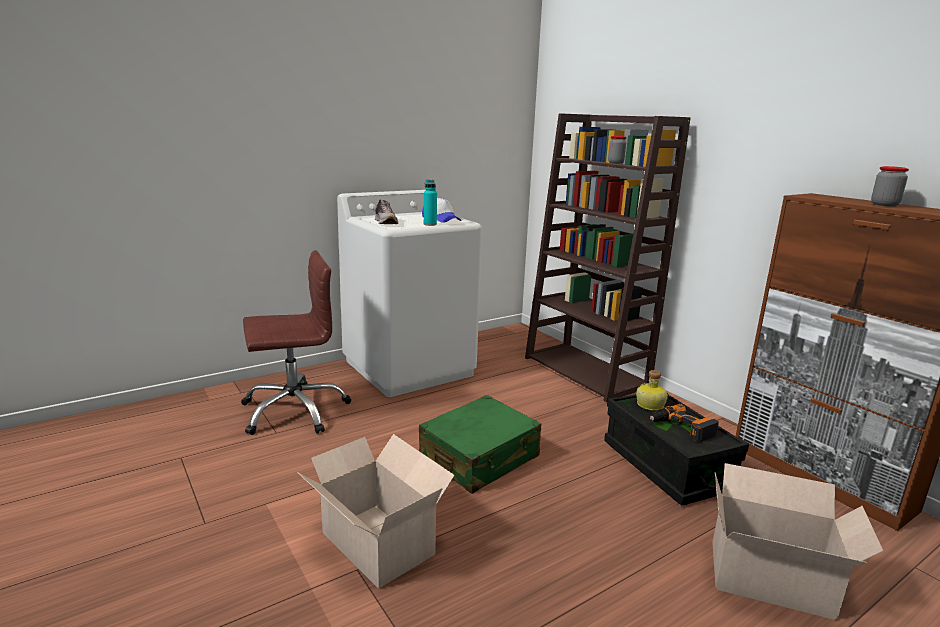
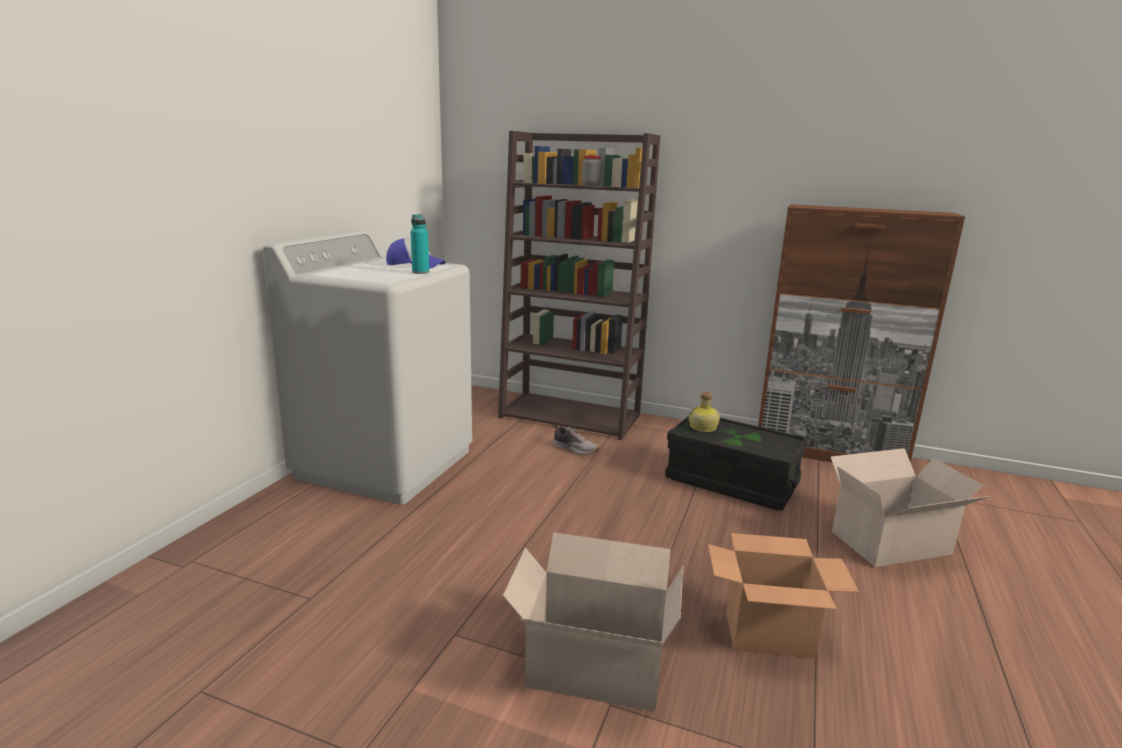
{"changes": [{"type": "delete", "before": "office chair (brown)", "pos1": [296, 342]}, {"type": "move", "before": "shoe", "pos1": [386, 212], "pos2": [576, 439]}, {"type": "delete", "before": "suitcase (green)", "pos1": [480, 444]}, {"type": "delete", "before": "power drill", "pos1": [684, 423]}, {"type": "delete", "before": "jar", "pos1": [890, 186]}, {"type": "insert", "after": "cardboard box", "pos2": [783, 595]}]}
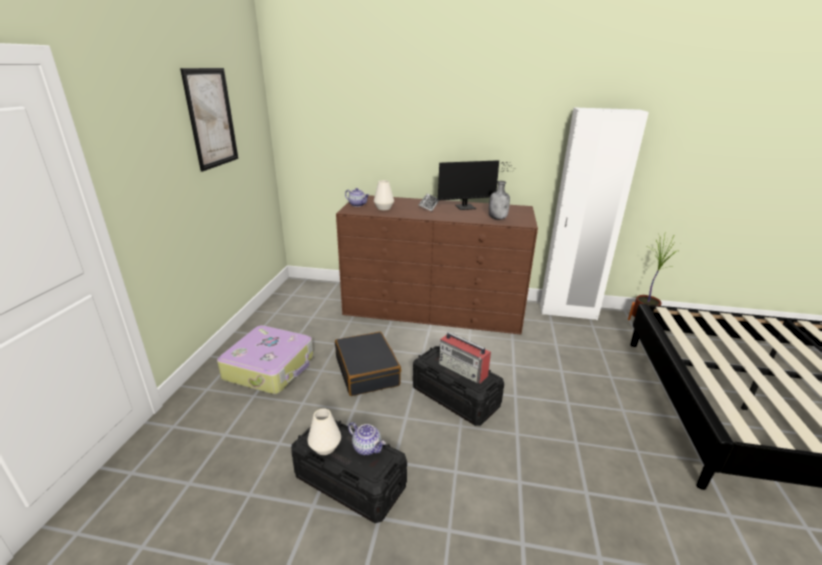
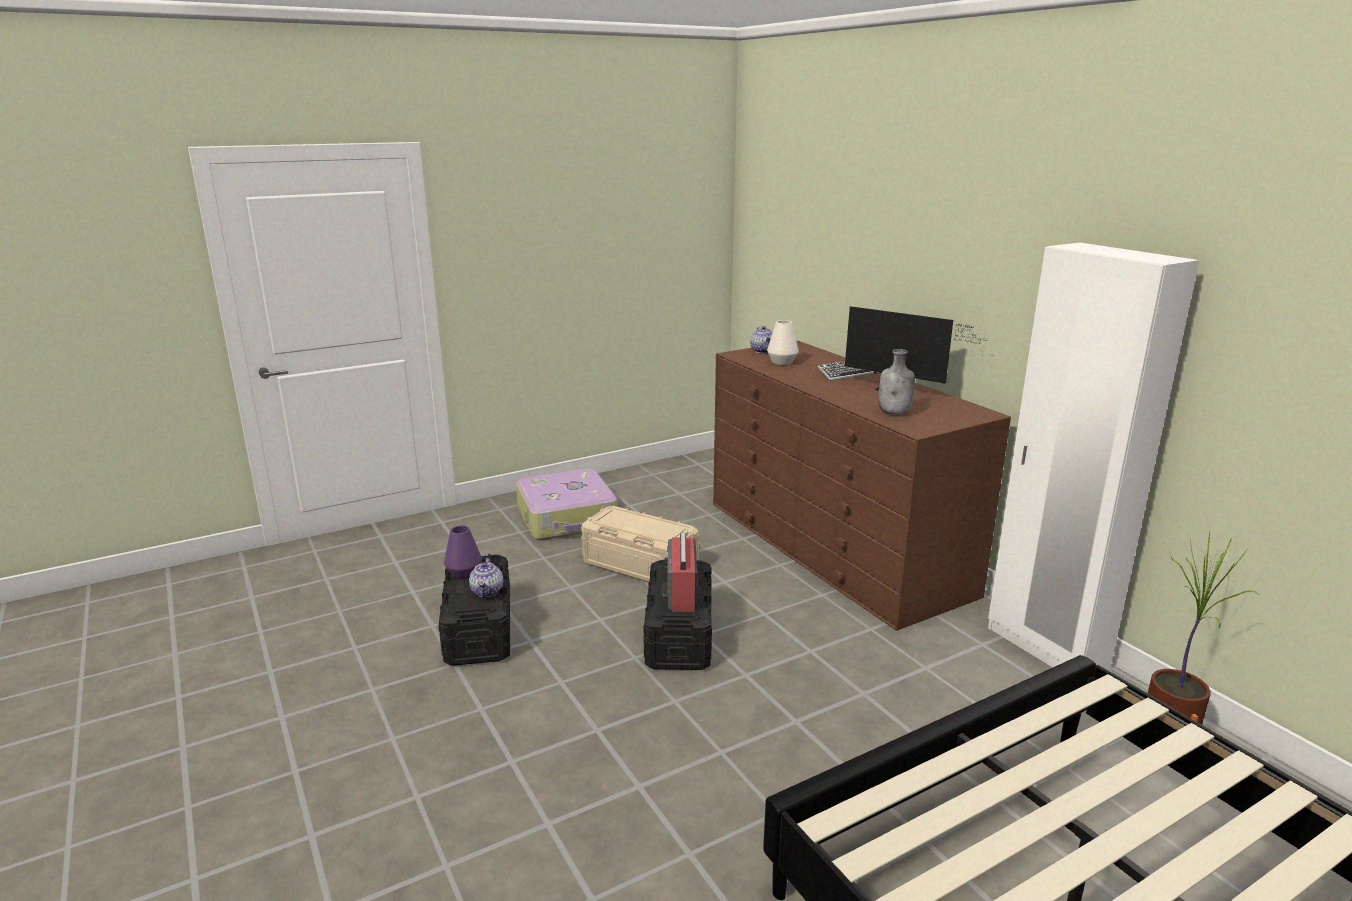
{"changes": [{"type": "delete", "before": "picture", "pos1": [209, 120]}, {"type": "recolor", "before": "vase (white)", "after": "vase (purple)", "pos1": [324, 431], "pos2": [463, 552]}, {"type": "replace", "before": "suitcase (black)", "after": "storage box (beige)", "pos1": [368, 364], "pos2": [640, 544]}]}
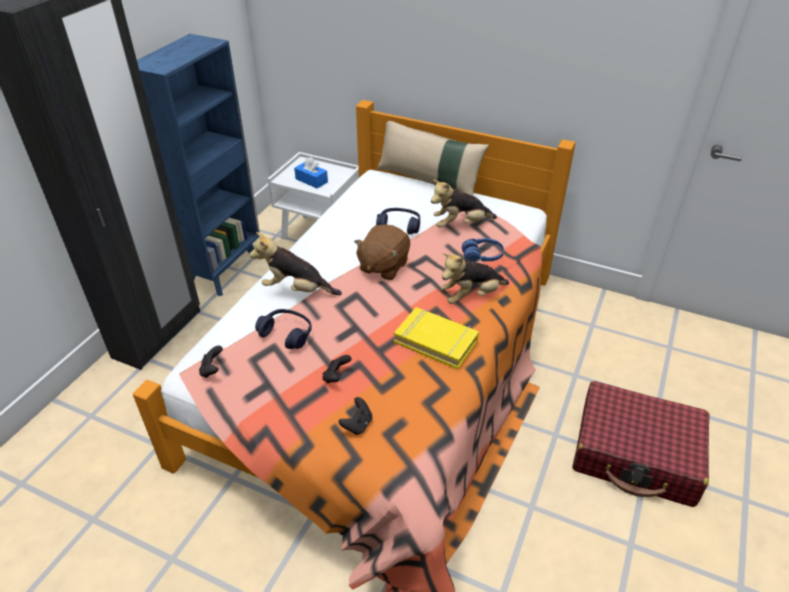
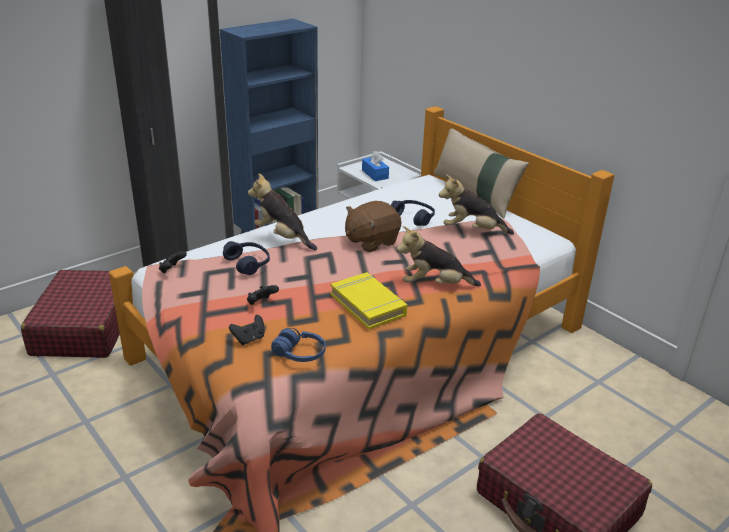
{"changes": [{"type": "move", "before": "headphones (blue)", "pos1": [483, 250], "pos2": [298, 345]}, {"type": "insert", "after": "suitcase (red)", "pos2": [70, 314]}]}
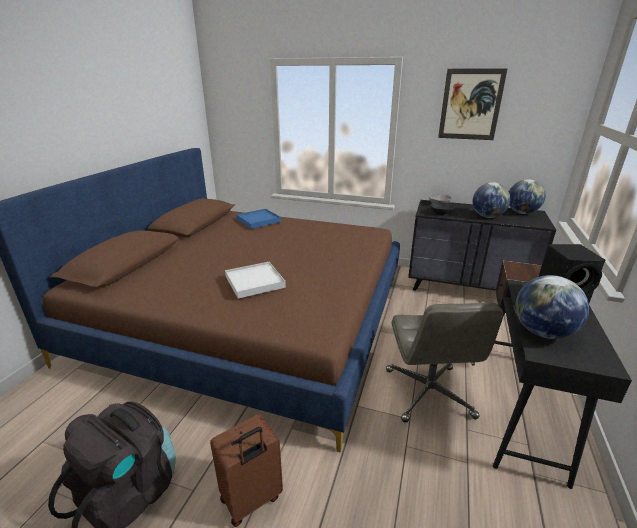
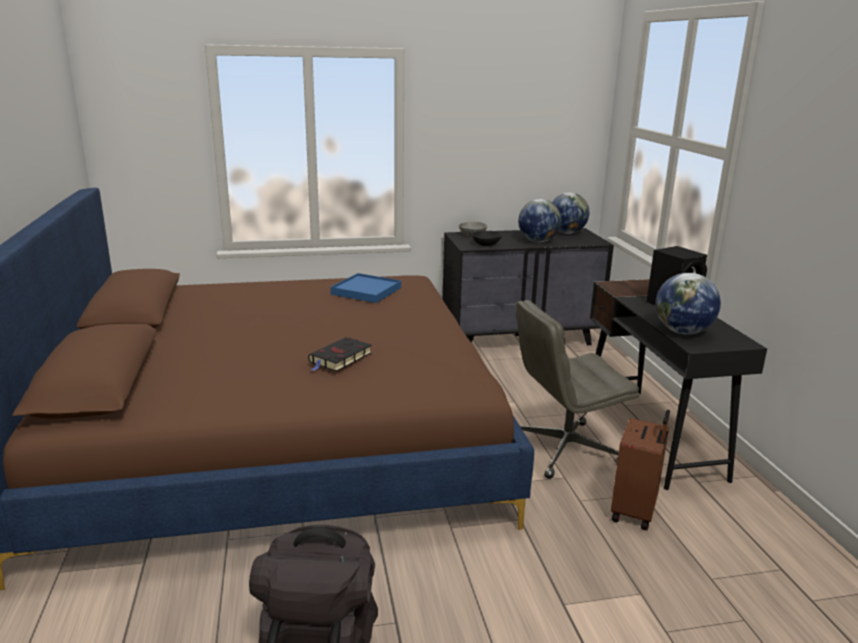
{"changes": [{"type": "move", "before": "suitcase (brown)", "pos1": [246, 470], "pos2": [640, 470]}, {"type": "replace", "before": "tray (white)", "after": "book (black)", "pos1": [255, 280], "pos2": [340, 354]}, {"type": "move", "before": "tray (blue)", "pos1": [258, 219], "pos2": [366, 288]}, {"type": "rotate", "before": "office chair (grey)", "pos1": [444, 363], "pos2": [577, 389], "turn": 105}, {"type": "delete", "before": "picture", "pos1": [473, 104]}]}
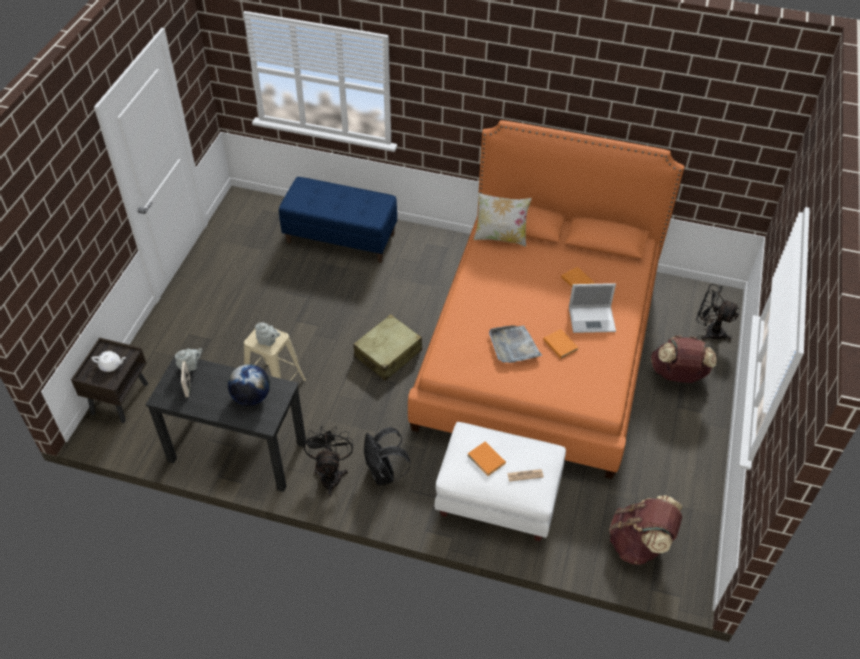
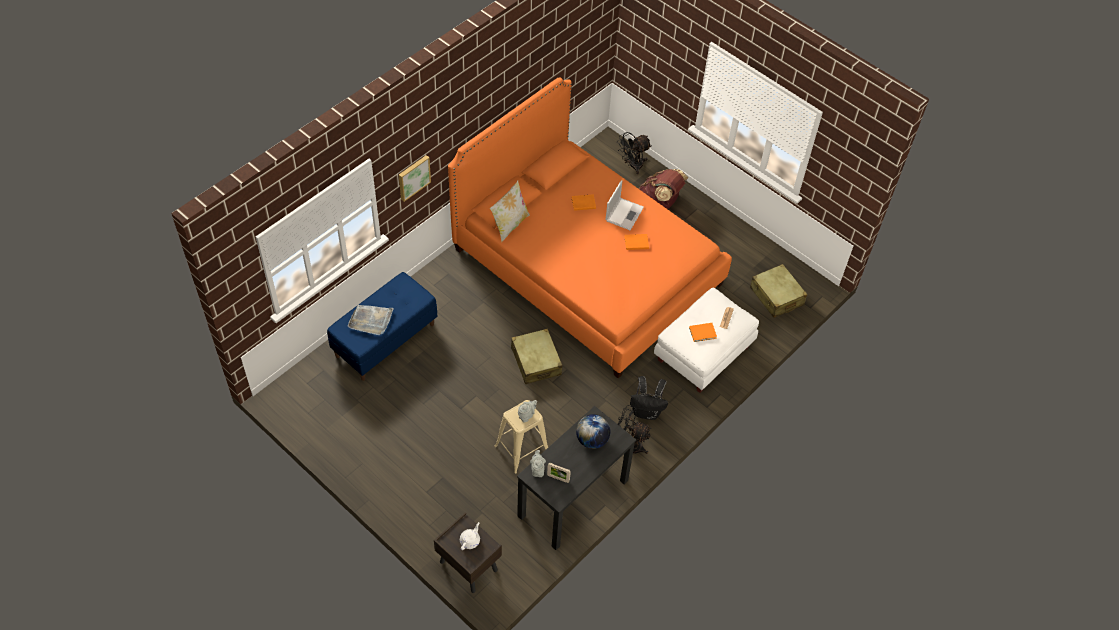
{"changes": [{"type": "move", "before": "tray (grey)", "pos1": [515, 344], "pos2": [371, 320]}, {"type": "replace", "before": "backpack (brown)", "after": "suitcase (beige)", "pos1": [645, 530], "pos2": [778, 291]}, {"type": "insert", "after": "picture", "pos2": [415, 178]}]}
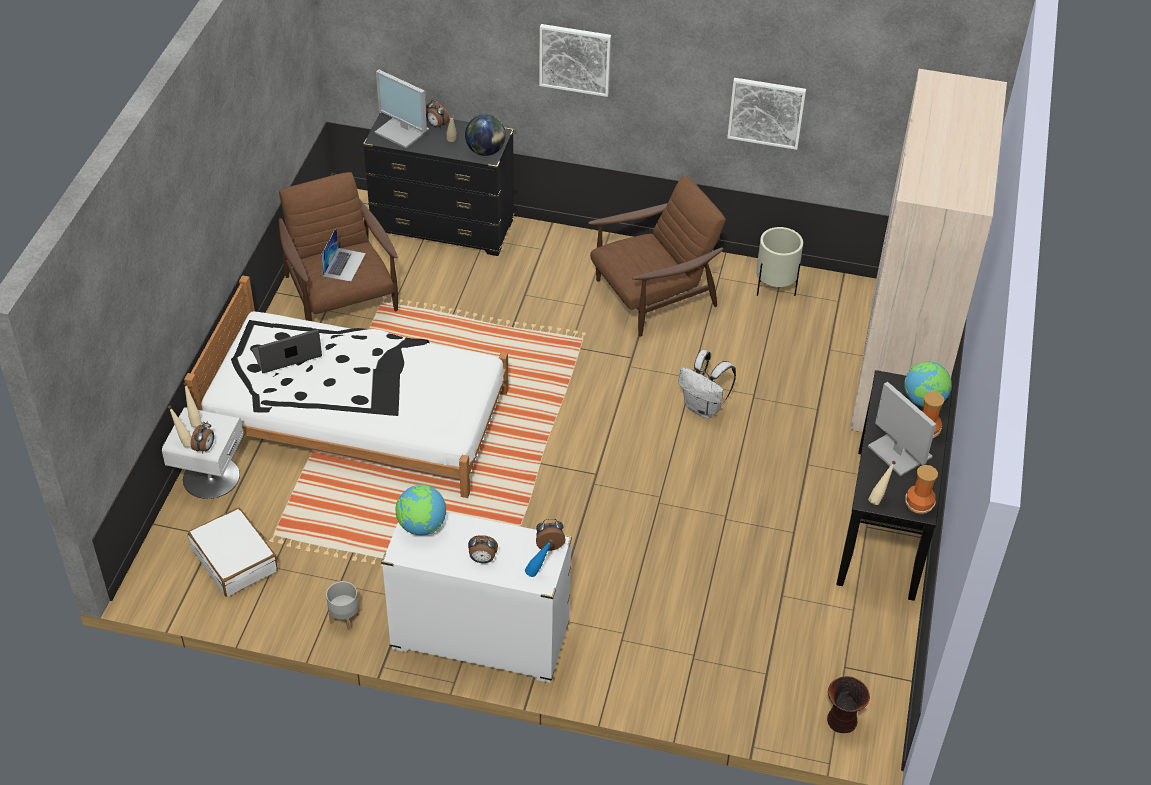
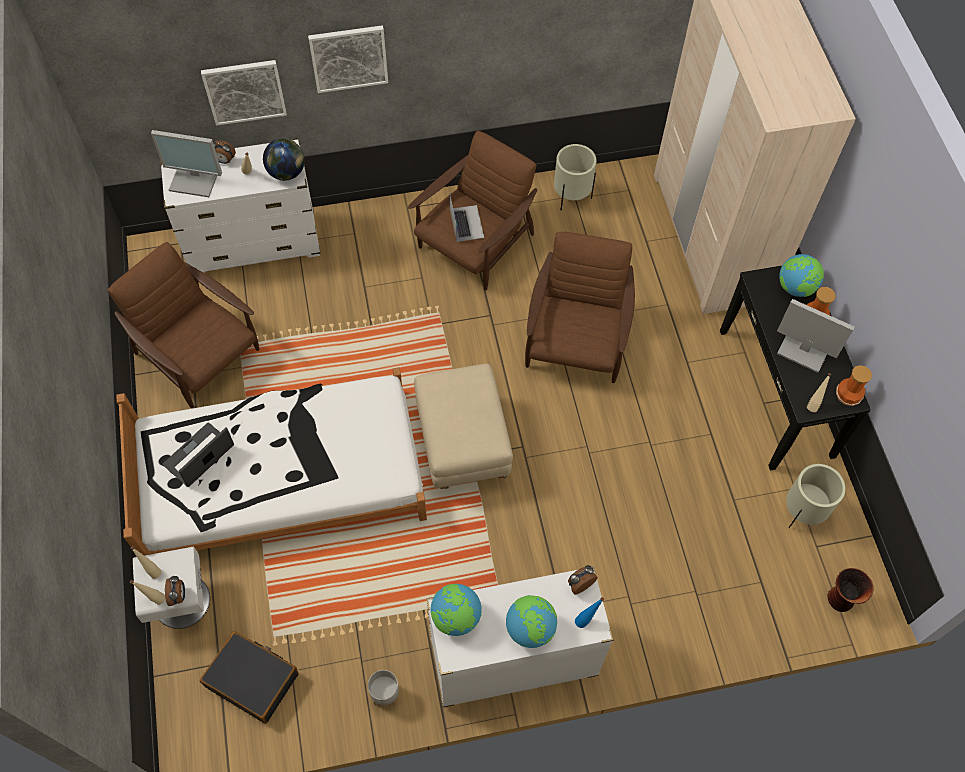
{"changes": [{"type": "recolor", "before": "suitcase (white)", "after": "suitcase (black)", "pos1": [233, 552], "pos2": [249, 677]}, {"type": "move", "before": "laptop", "pos1": [343, 255], "pos2": [466, 217]}, {"type": "recolor", "before": "dresser (black)", "after": "dresser (white)", "pos1": [438, 184], "pos2": [240, 205]}, {"type": "replace", "before": "alarm clock", "after": "globe", "pos1": [483, 549], "pos2": [531, 621]}, {"type": "replace", "before": "backpack (white)", "after": "armchair (brown)", "pos1": [707, 384], "pos2": [580, 307]}, {"type": "move", "before": "picture", "pos1": [766, 114], "pos2": [244, 93]}, {"type": "insert", "after": "ottoman (beige)", "pos2": [463, 426]}, {"type": "insert", "after": "planter (beige)", "pos2": [815, 496]}]}
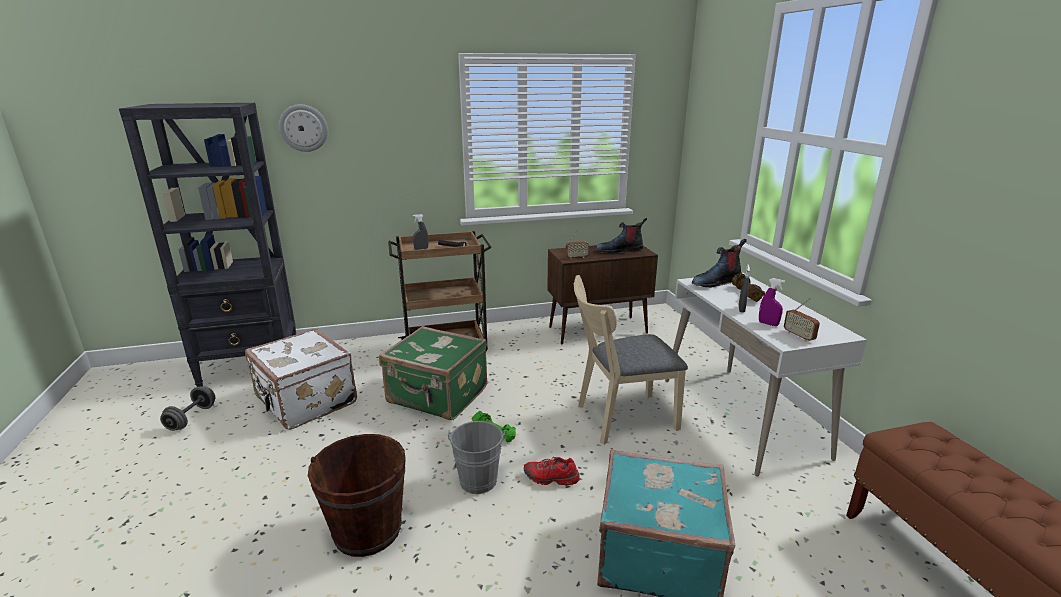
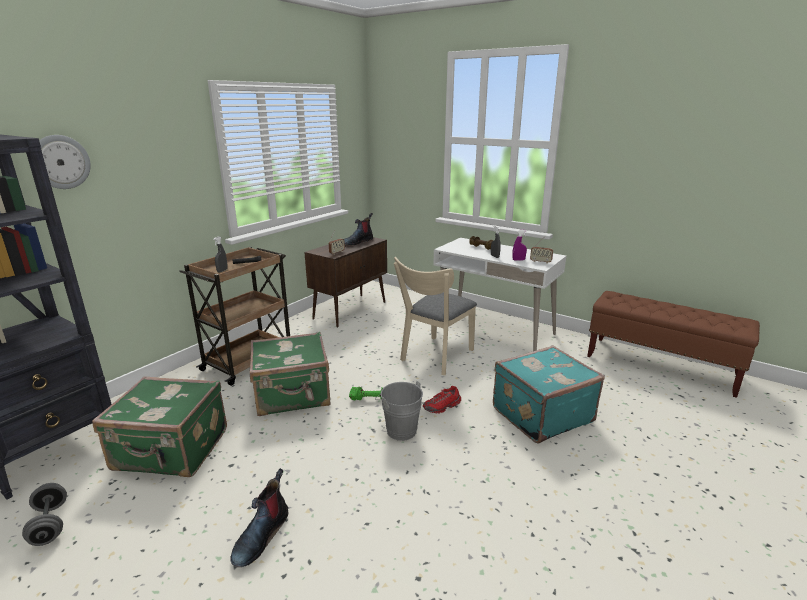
{"changes": [{"type": "recolor", "before": "suitcase (white)", "after": "suitcase (green)", "pos1": [301, 378], "pos2": [159, 426]}, {"type": "delete", "before": "bucket (brown)", "pos1": [357, 495]}, {"type": "move", "before": "boot", "pos1": [719, 263], "pos2": [259, 517]}]}
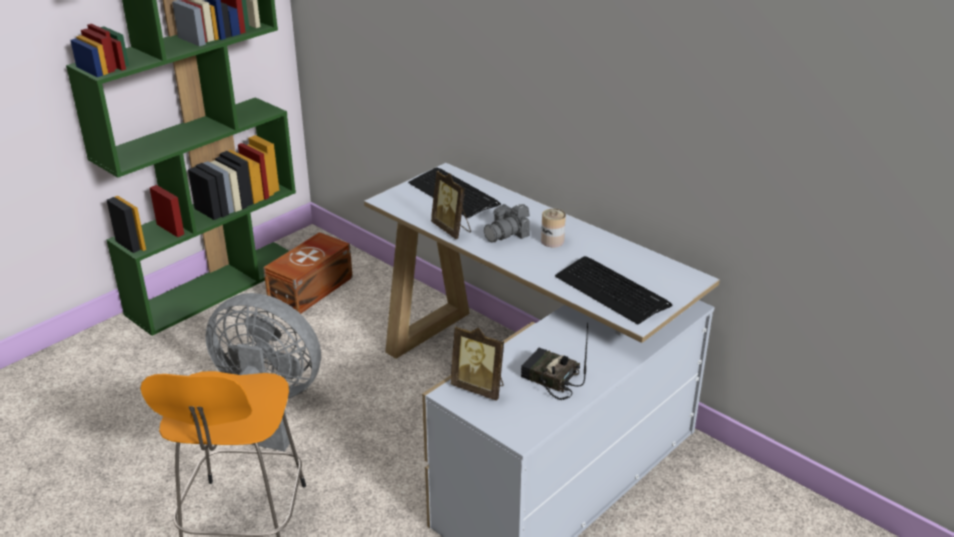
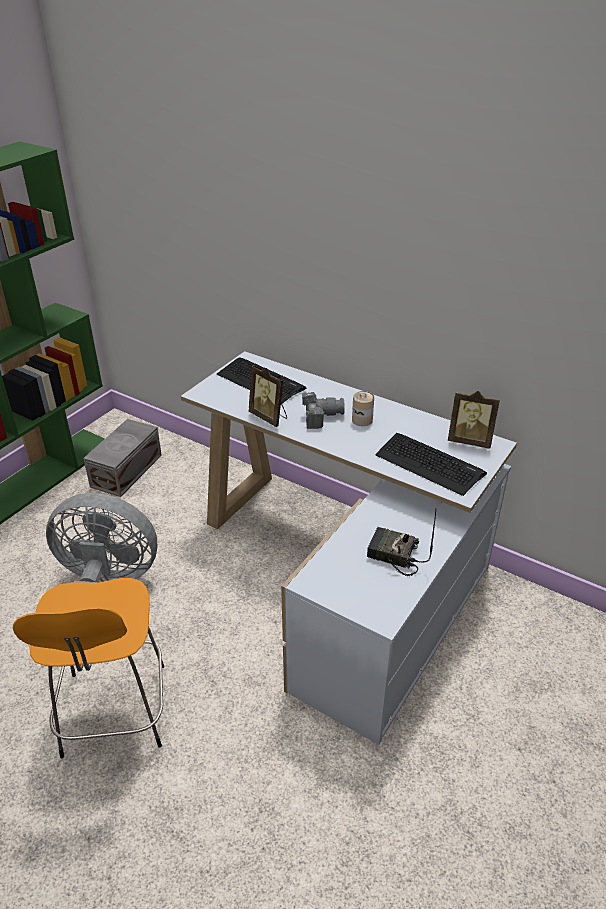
{"changes": [{"type": "recolor", "before": "storage box (brown)", "after": "storage box (grey)", "pos1": [308, 273], "pos2": [122, 458]}, {"type": "move", "before": "picture frame", "pos1": [477, 363], "pos2": [474, 420]}, {"type": "rotate", "before": "photo camera", "pos1": [507, 223], "pos2": [323, 410], "turn": -135}]}
